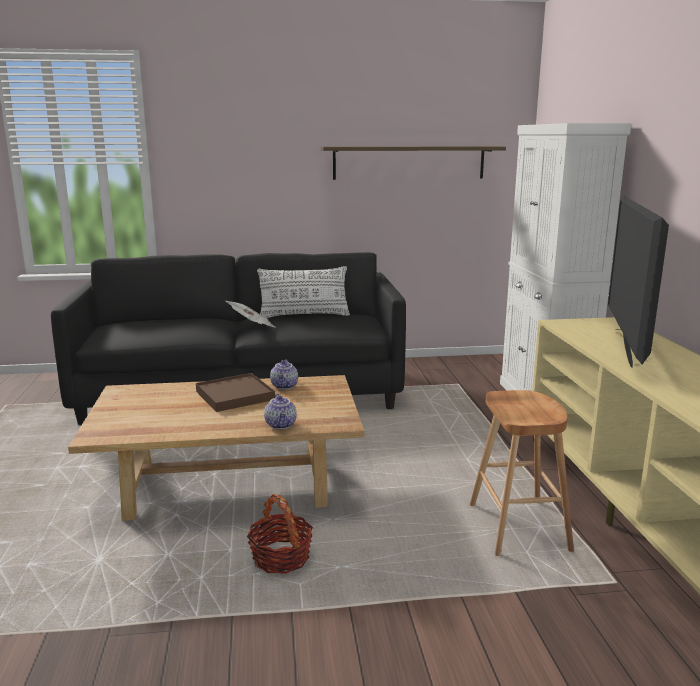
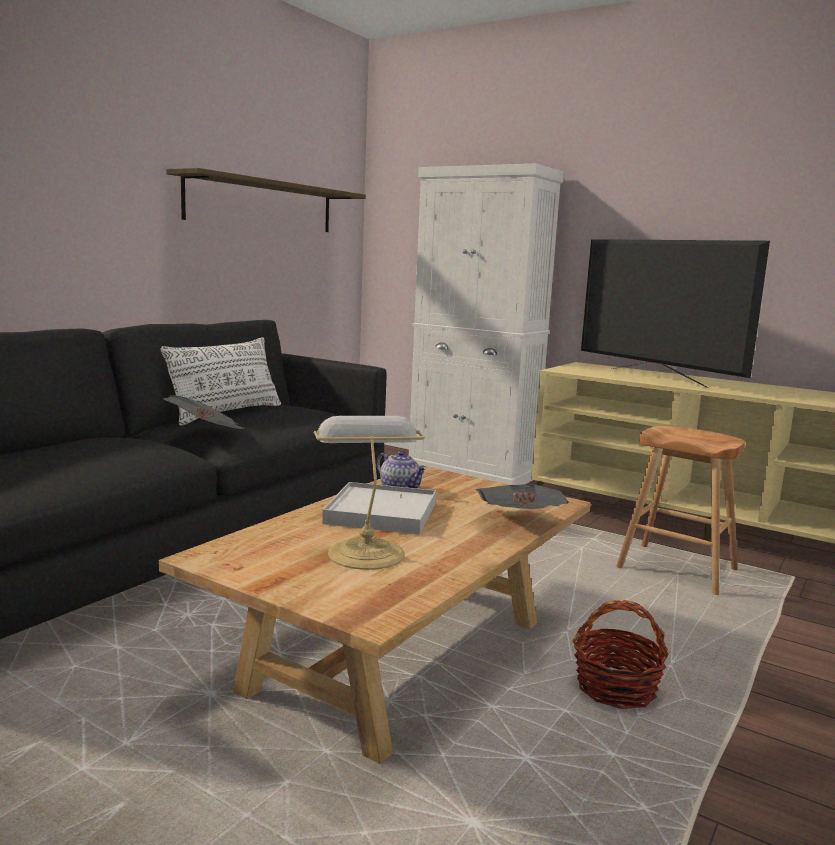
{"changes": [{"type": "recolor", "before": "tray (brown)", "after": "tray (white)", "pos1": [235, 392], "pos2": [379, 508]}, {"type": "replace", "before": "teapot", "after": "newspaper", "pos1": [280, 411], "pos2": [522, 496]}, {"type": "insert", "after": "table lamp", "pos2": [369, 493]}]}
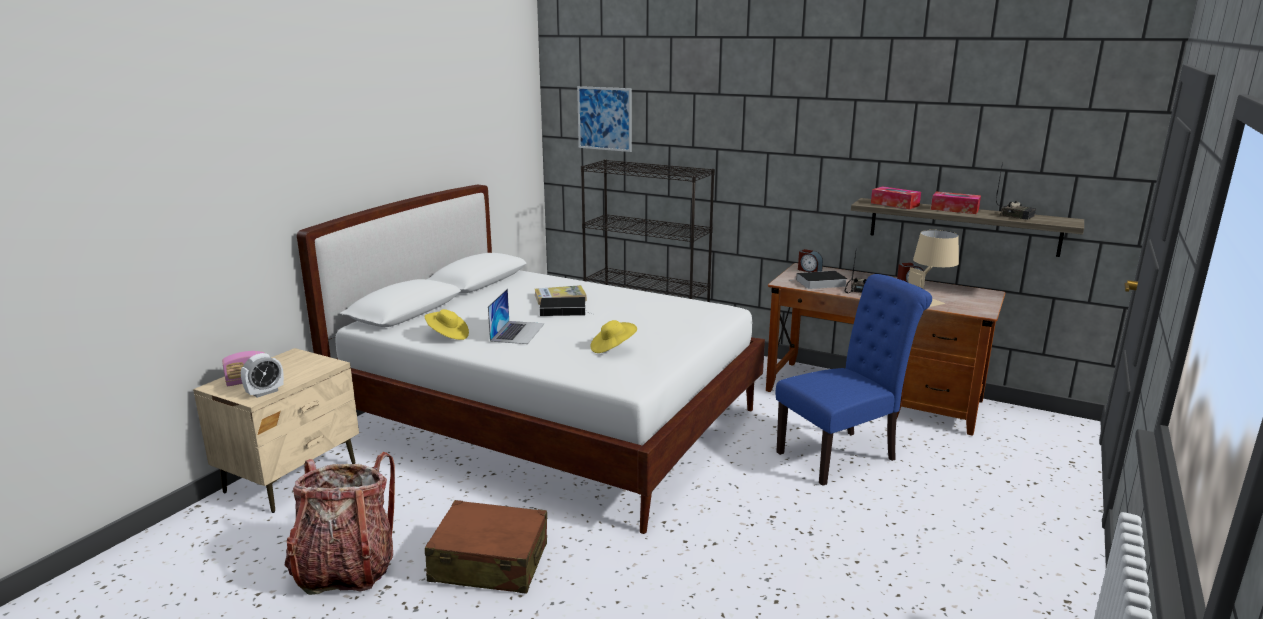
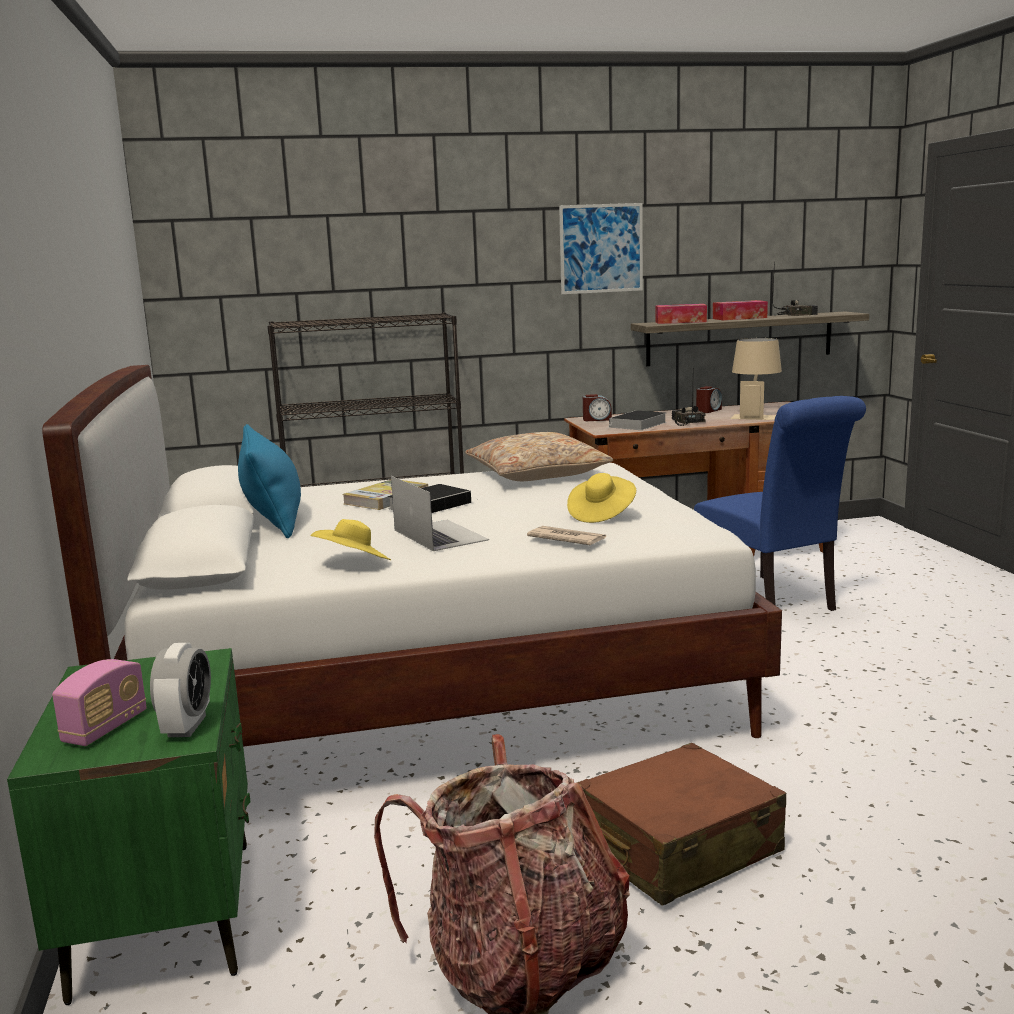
{"changes": [{"type": "recolor", "before": "nightstand (beige)", "after": "nightstand (green)", "pos1": [276, 430], "pos2": [128, 826]}, {"type": "move", "before": "picture", "pos1": [604, 119], "pos2": [601, 248]}, {"type": "rotate", "before": "chair (blue)", "pos1": [854, 380], "pos2": [780, 503], "turn": 135}, {"type": "insert", "after": "pillow (blue)", "pos2": [269, 481]}, {"type": "insert", "after": "pillow (beige)", "pos2": [539, 456]}, {"type": "insert", "after": "newspaper", "pos2": [566, 535]}]}
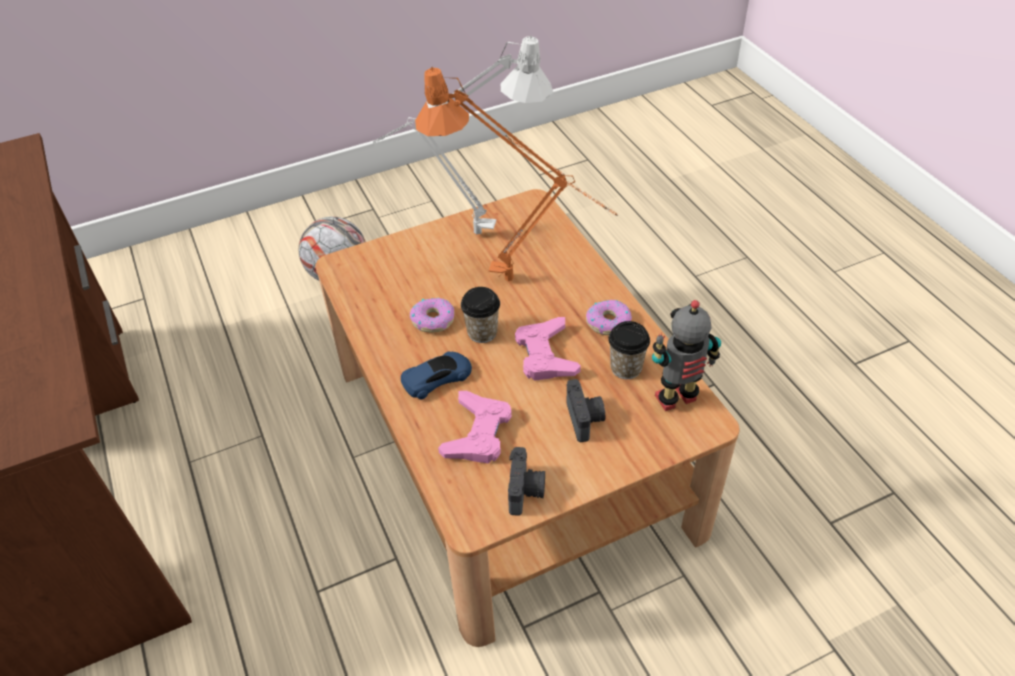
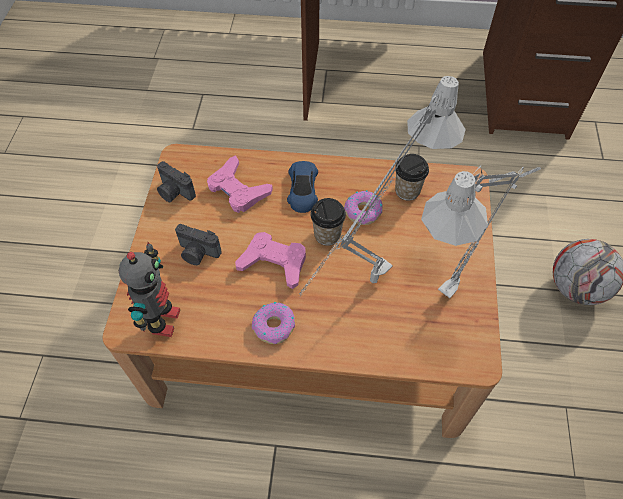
{"changes": [{"type": "recolor", "before": "table lamp (orange)", "after": "table lamp (grey)", "pos1": [516, 174], "pos2": [382, 186]}, {"type": "move", "before": "cup", "pos1": [629, 350], "pos2": [412, 177]}]}
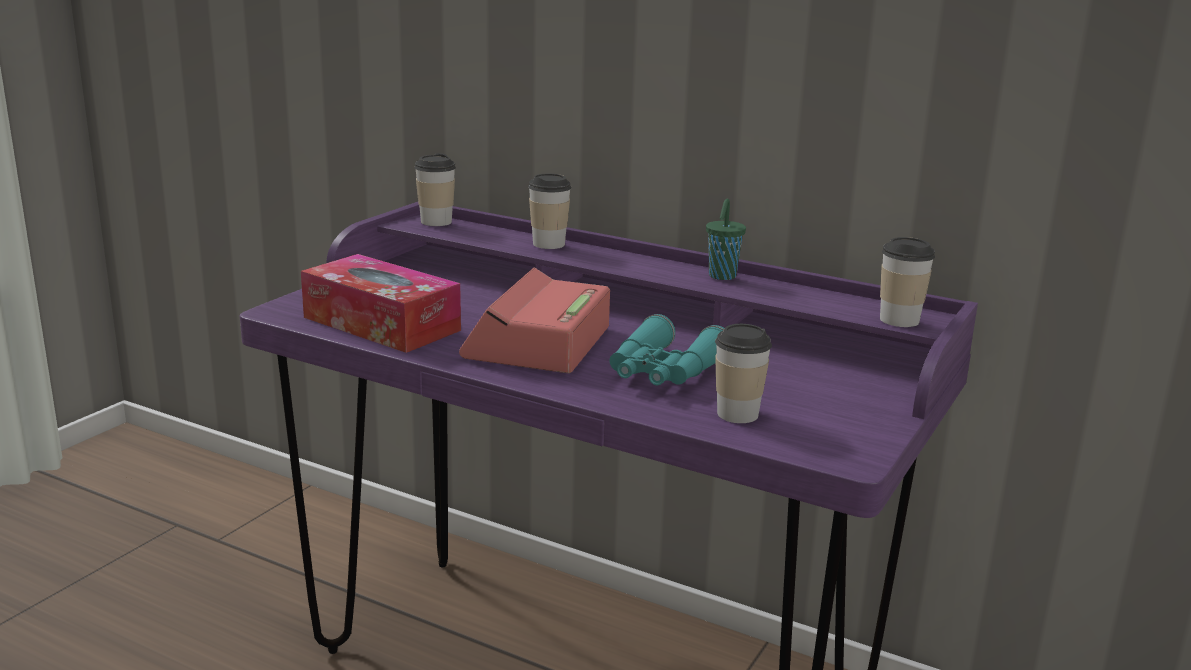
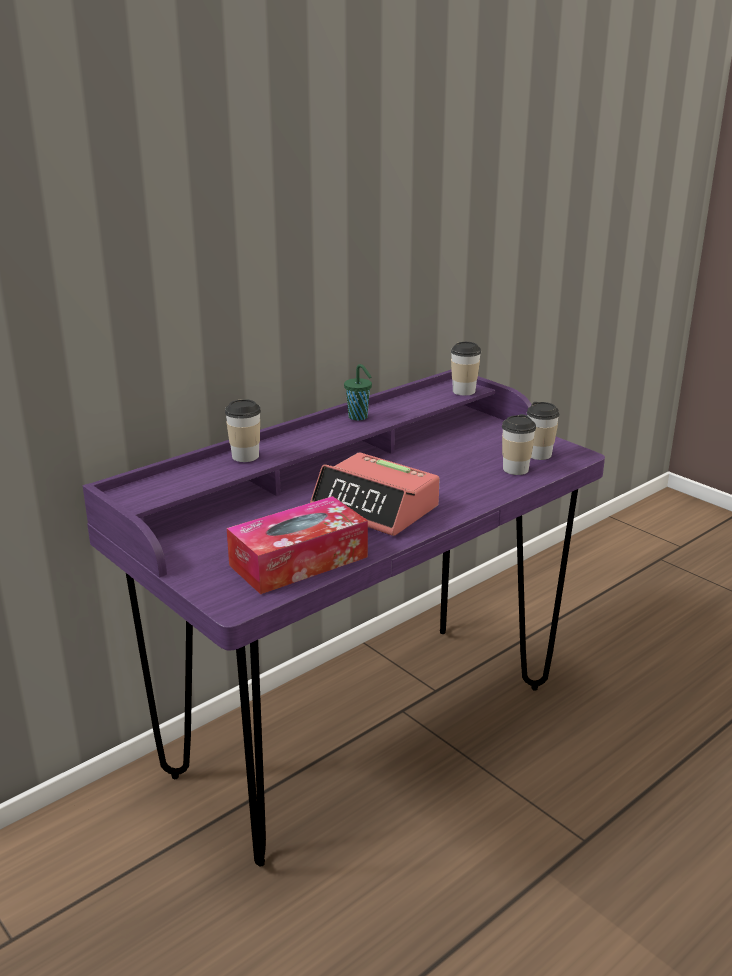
{"changes": [{"type": "move", "before": "cup", "pos1": [435, 189], "pos2": [543, 431]}, {"type": "delete", "before": "binoculars (turquoise)", "pos1": [667, 349]}]}
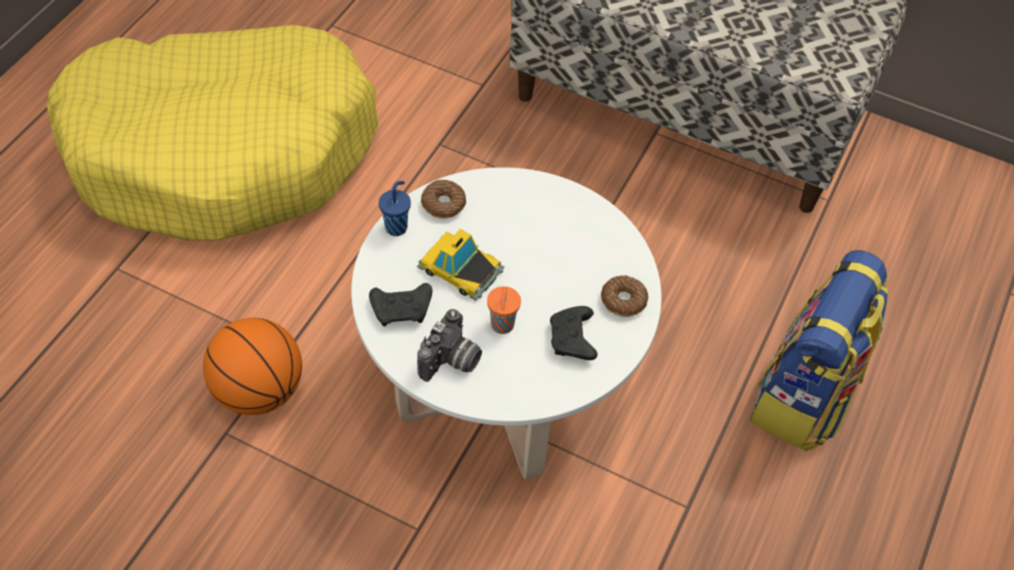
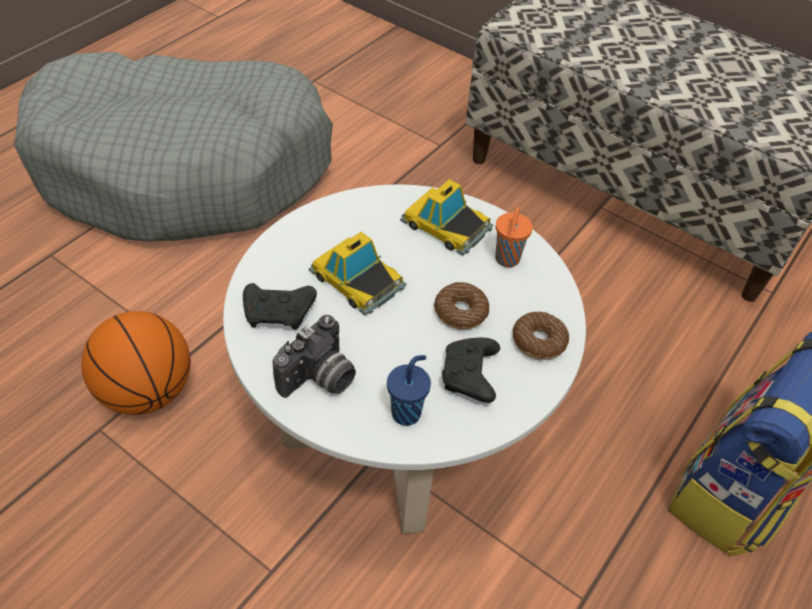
{"changes": [{"type": "recolor", "before": "dog bed (yellow)", "after": "dog bed (grey)", "pos1": [212, 133], "pos2": [173, 147]}, {"type": "move", "before": "cup (blue)", "pos1": [395, 208], "pos2": [409, 390]}, {"type": "move", "before": "donut", "pos1": [443, 199], "pos2": [461, 306]}, {"type": "move", "before": "cup (orange)", "pos1": [504, 310], "pos2": [514, 237]}, {"type": "insert", "after": "toy car", "pos2": [446, 217]}]}
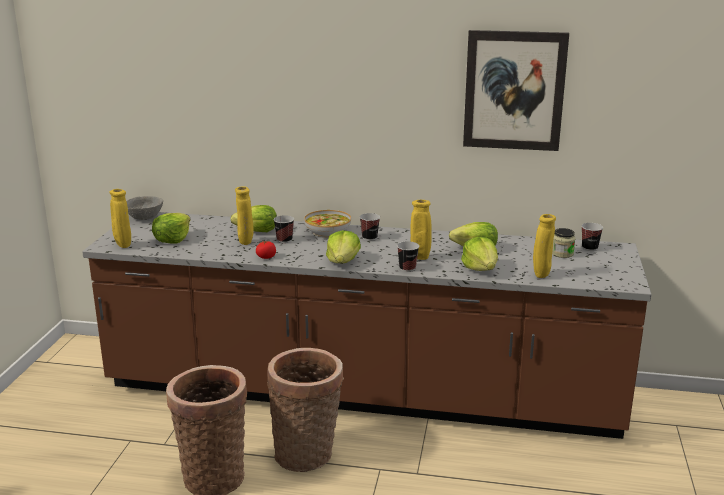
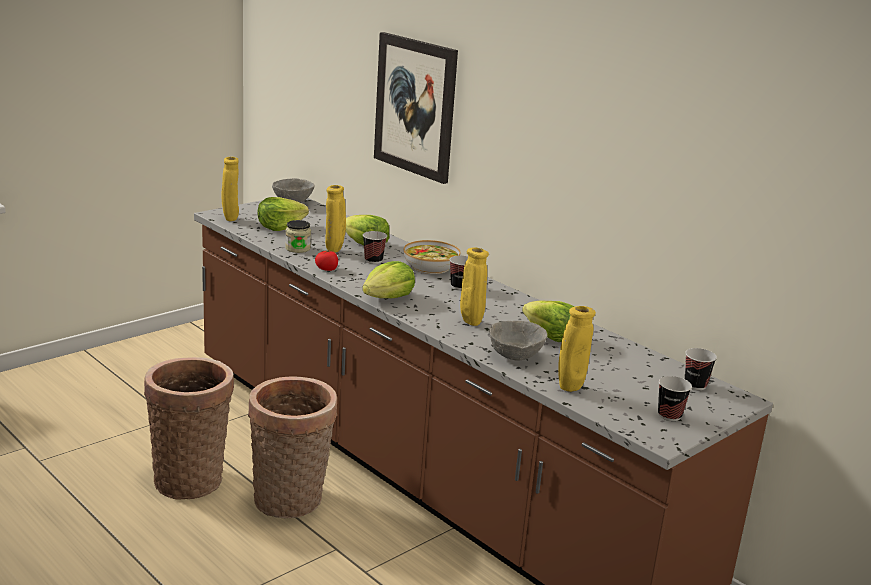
{"changes": [{"type": "move", "before": "cup", "pos1": [408, 256], "pos2": [675, 398]}, {"type": "replace", "before": "lettuce", "after": "bowl (grey)", "pos1": [479, 254], "pos2": [518, 341]}, {"type": "move", "before": "picture", "pos1": [516, 90], "pos2": [416, 108]}, {"type": "move", "before": "jar", "pos1": [563, 243], "pos2": [298, 236]}]}
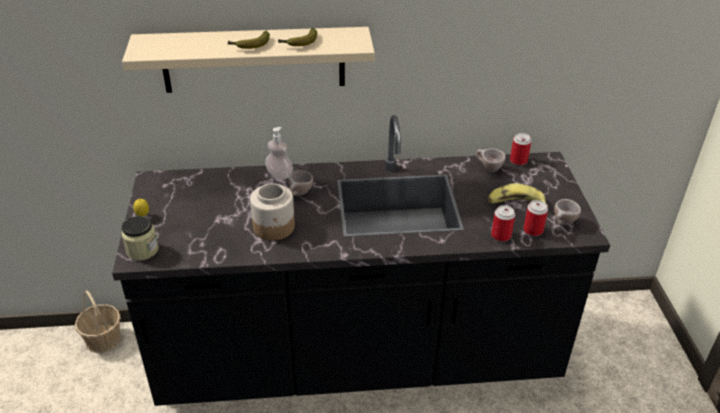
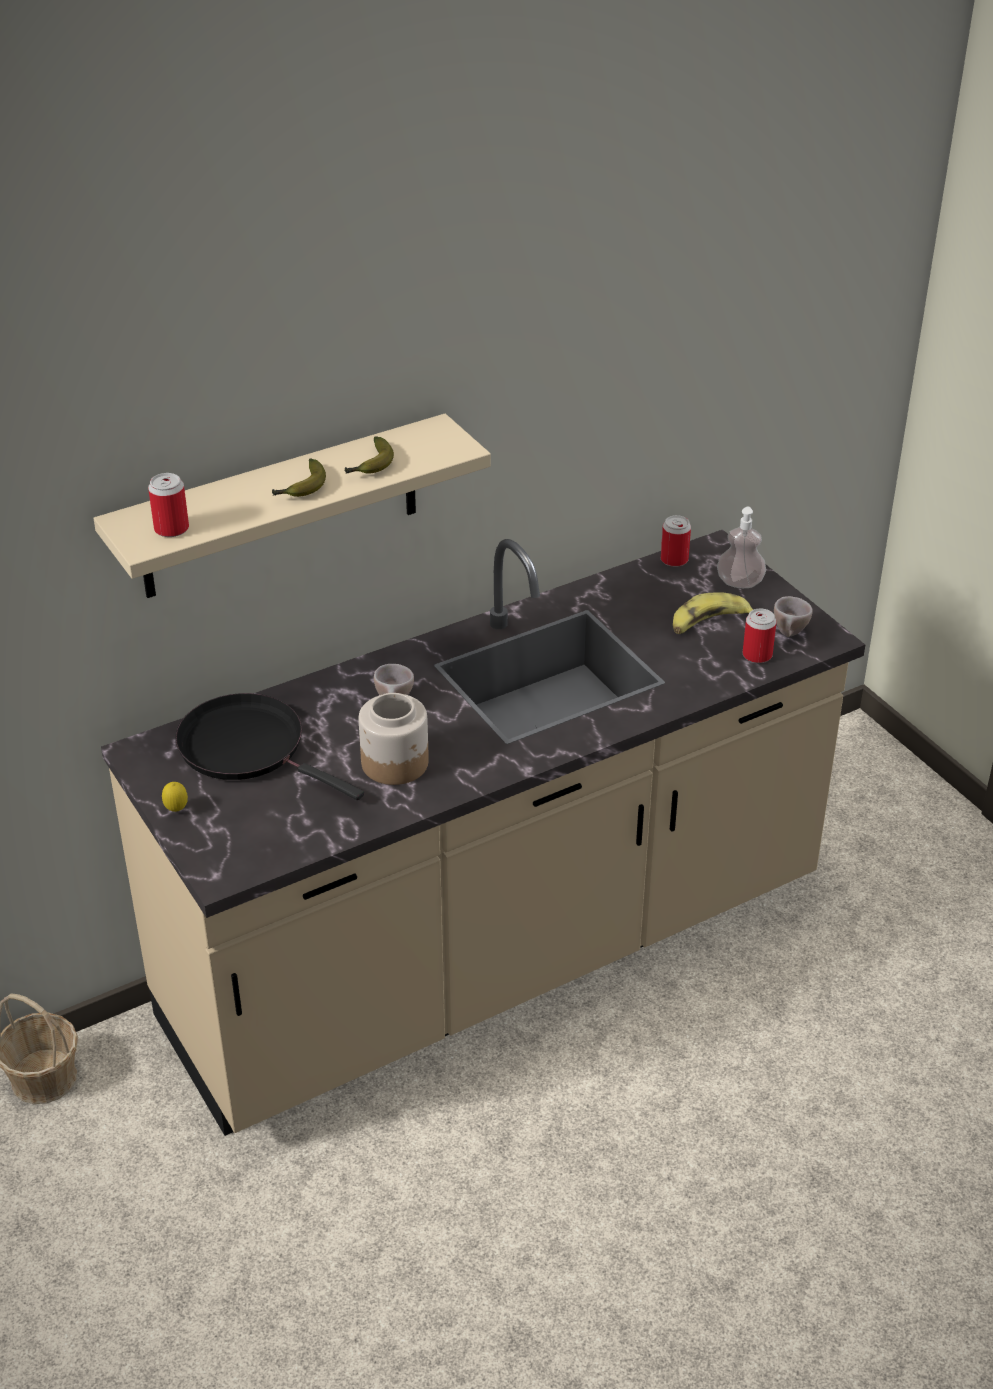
{"changes": [{"type": "recolor", "before": "counter (black)", "after": "counter (beige)", "pos1": [361, 260], "pos2": [483, 832]}, {"type": "delete", "before": "jar", "pos1": [140, 238]}, {"type": "move", "before": "soap dispenser", "pos1": [279, 153], "pos2": [741, 547]}, {"type": "delete", "before": "cup (beige)", "pos1": [491, 160]}, {"type": "move", "before": "can", "pos1": [503, 223], "pos2": [168, 505]}, {"type": "insert", "after": "frying pan (black)", "pos2": [269, 746]}]}
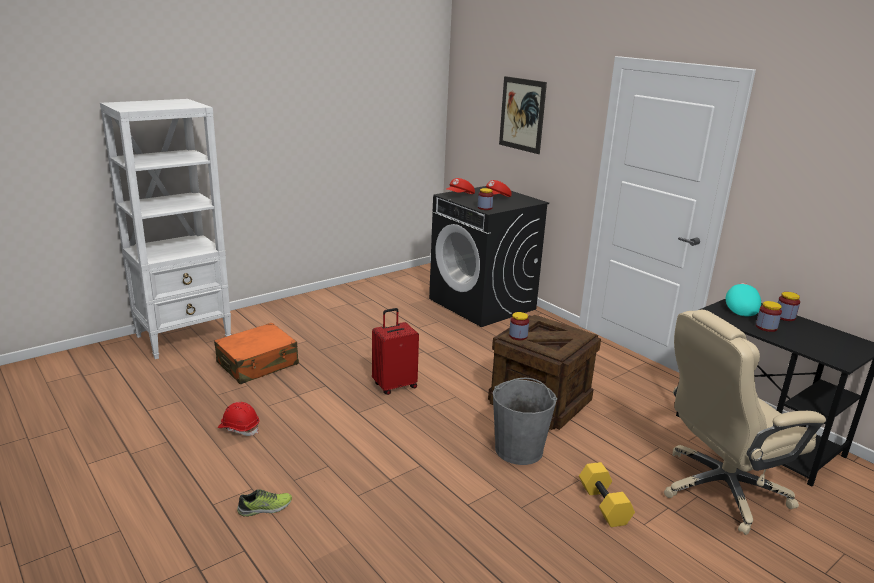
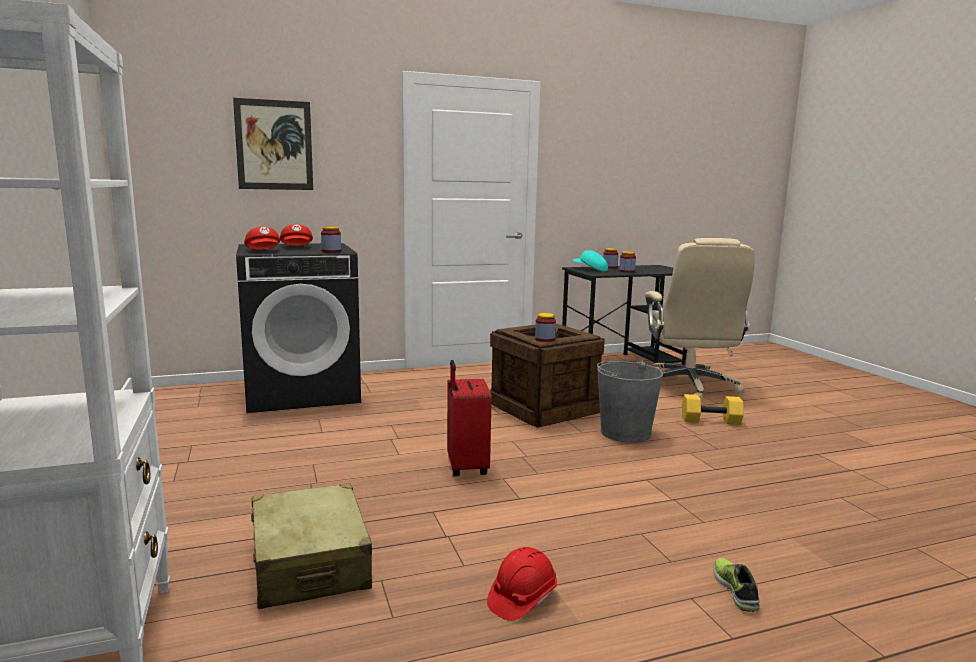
{"changes": [{"type": "recolor", "before": "suitcase (orange)", "after": "suitcase (beige)", "pos1": [256, 353], "pos2": [311, 546]}]}
